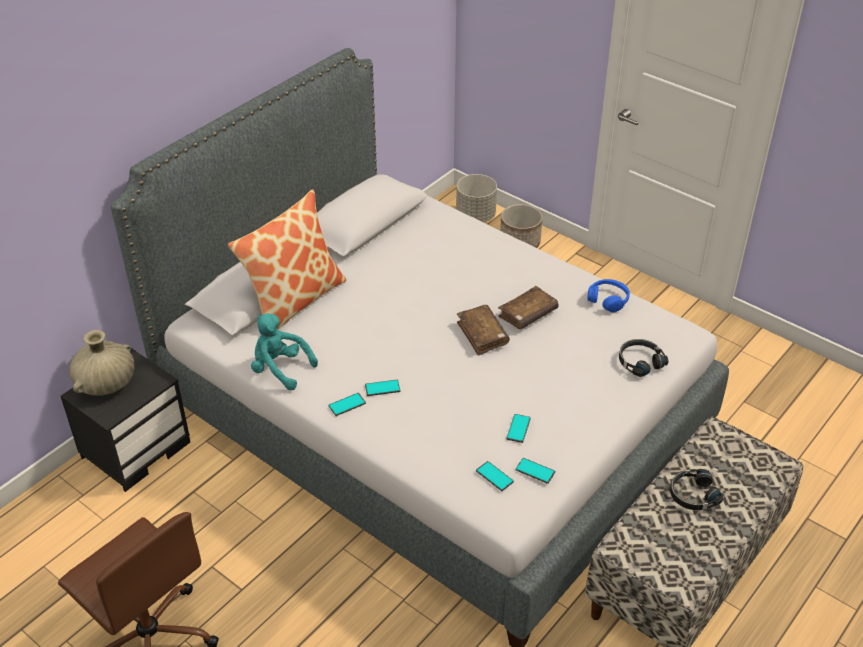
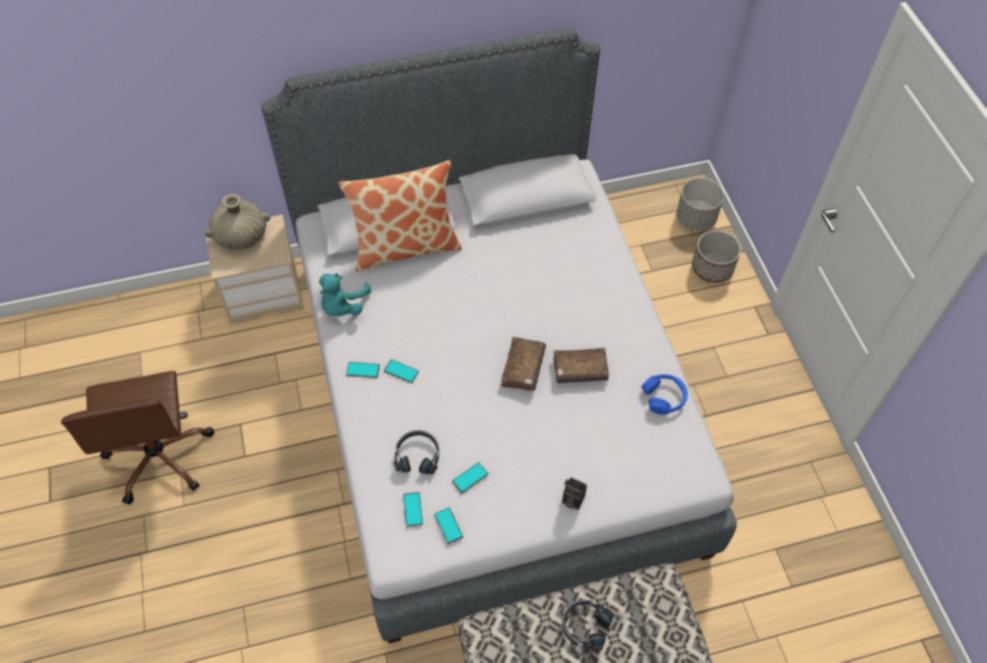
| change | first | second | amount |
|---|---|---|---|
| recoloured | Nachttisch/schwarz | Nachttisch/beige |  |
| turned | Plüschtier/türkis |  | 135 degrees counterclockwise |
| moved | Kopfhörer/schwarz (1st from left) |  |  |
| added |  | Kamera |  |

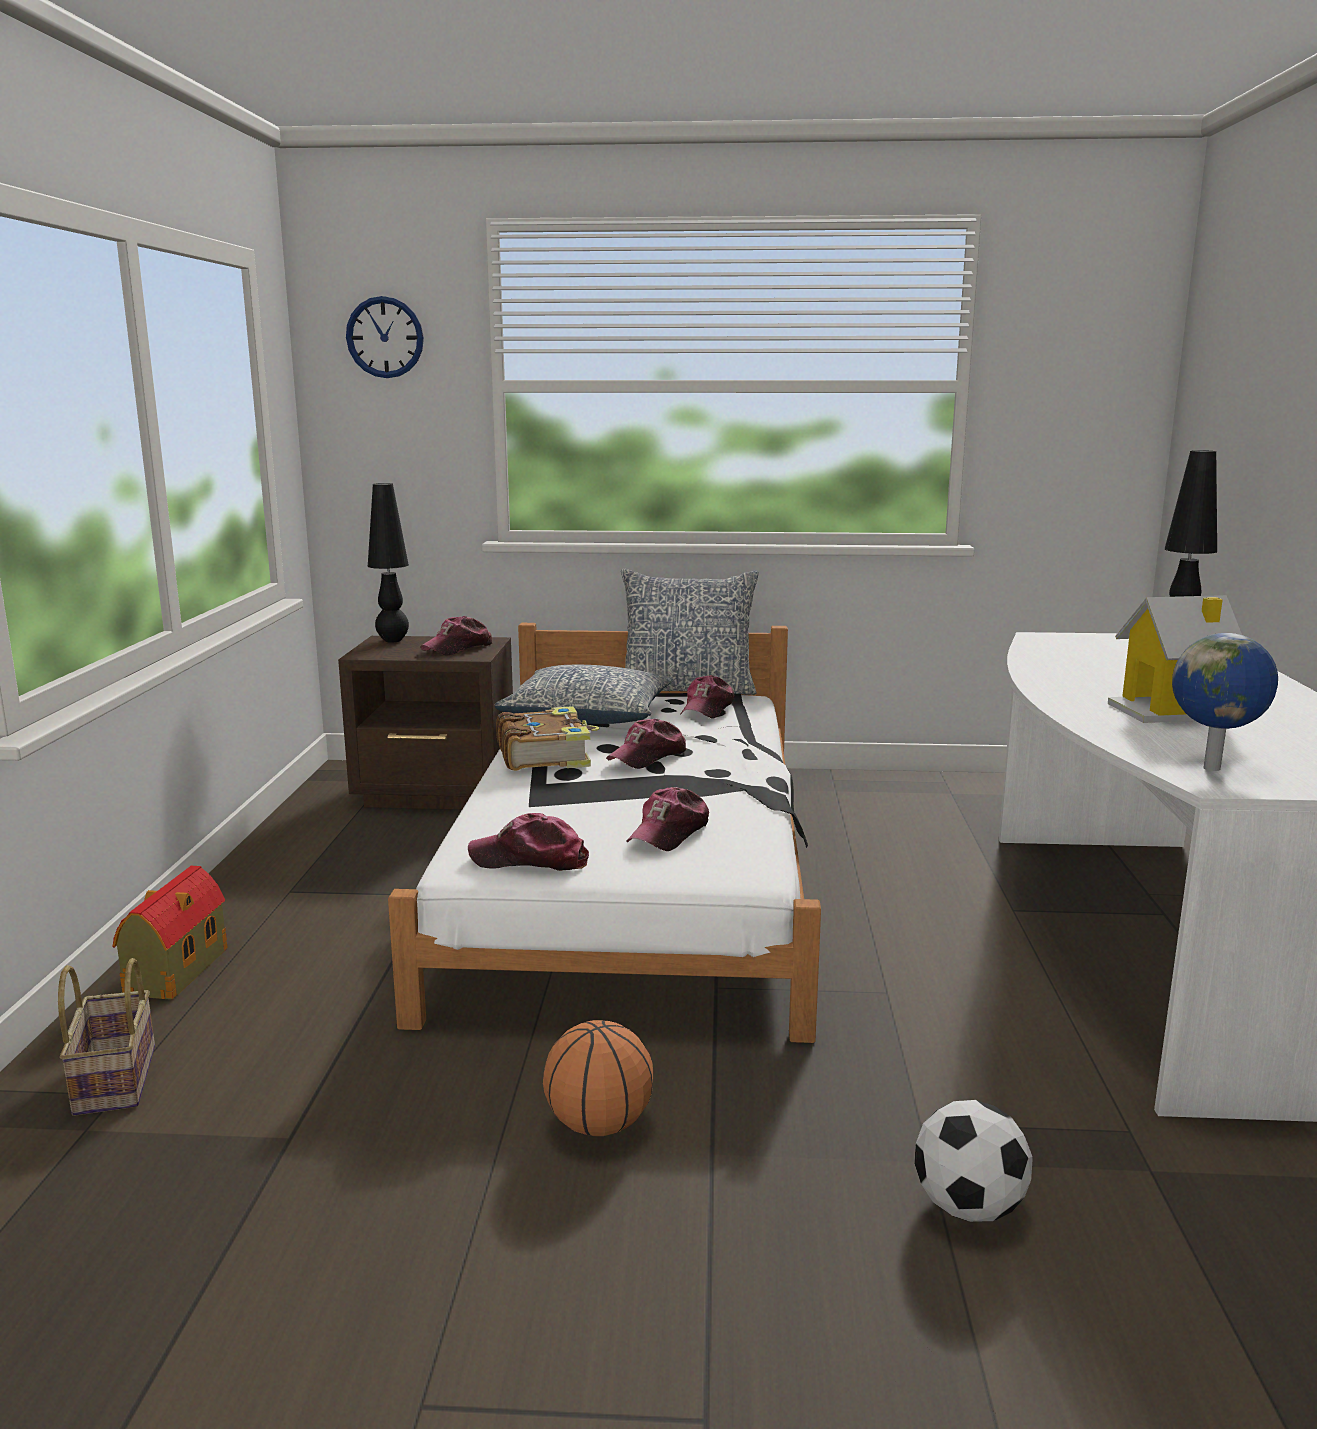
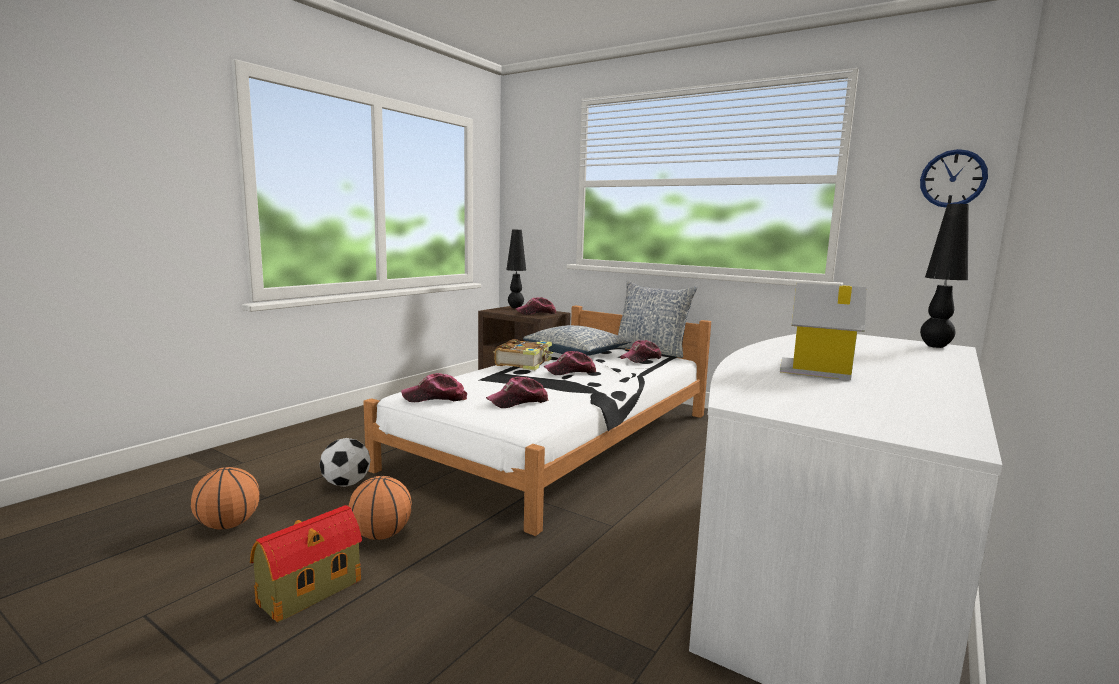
| change | first | second | amount |
|---|---|---|---|
| removed | Korb |  |  |
| moved | Spielzeughaus (1st from left) |  |  |
| moved | Wanduhr |  |  |
| turned | Kappe (2nd from left in the first image) | Kappe (1st from left) | 45 degrees counterclockwise |
| moved | Fußball |  |  |
| removed | Globus |  |  |
| added |  | Basketball (1st from left) |  |

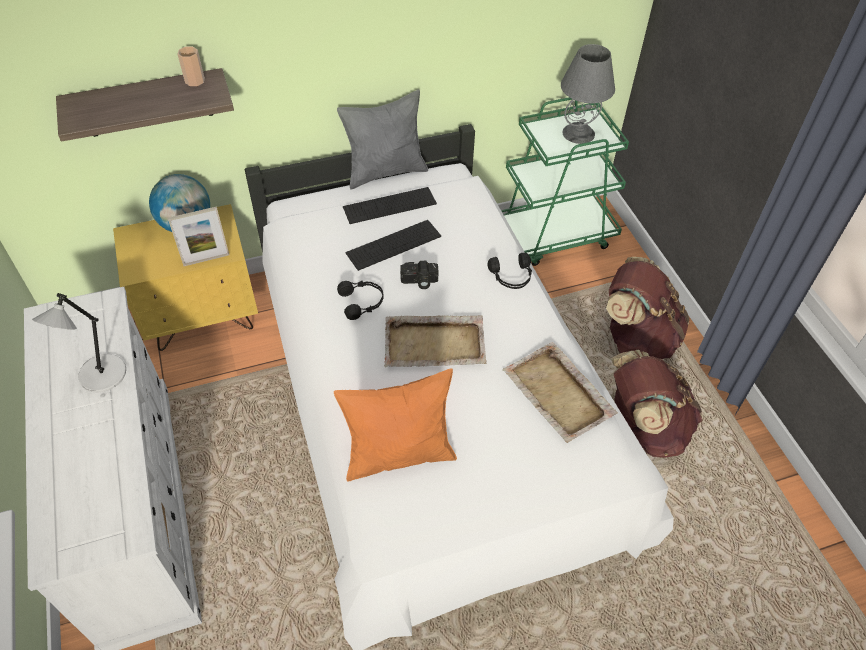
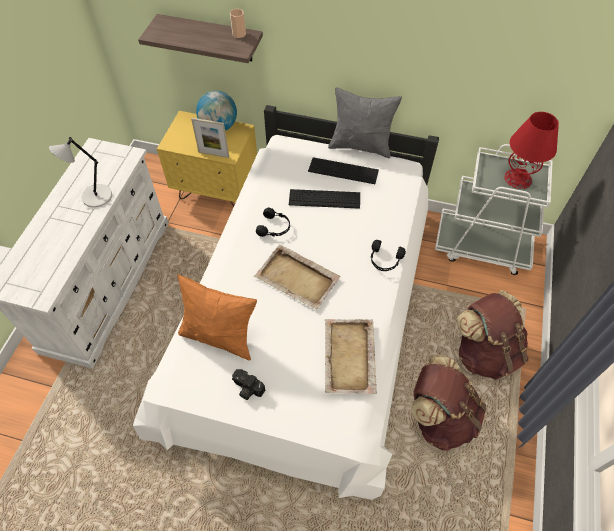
| change | first | second | amount |
|---|---|---|---|
| moved | Kamera |  |  |
| recoloured | Rollwagen/grün | Rollwagen/weiß |  |
| recoloured | Tischlampe/grau (2nd from left) | Tischlampe/rot |  |

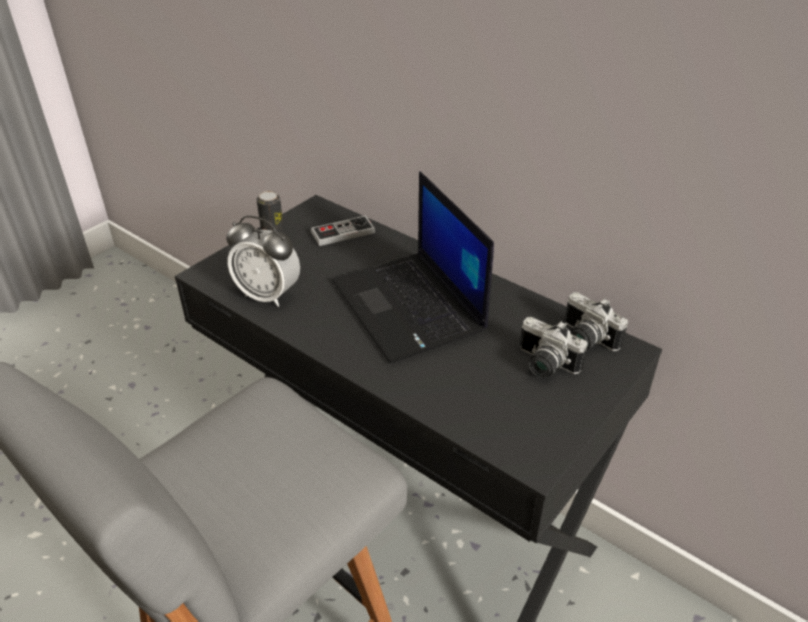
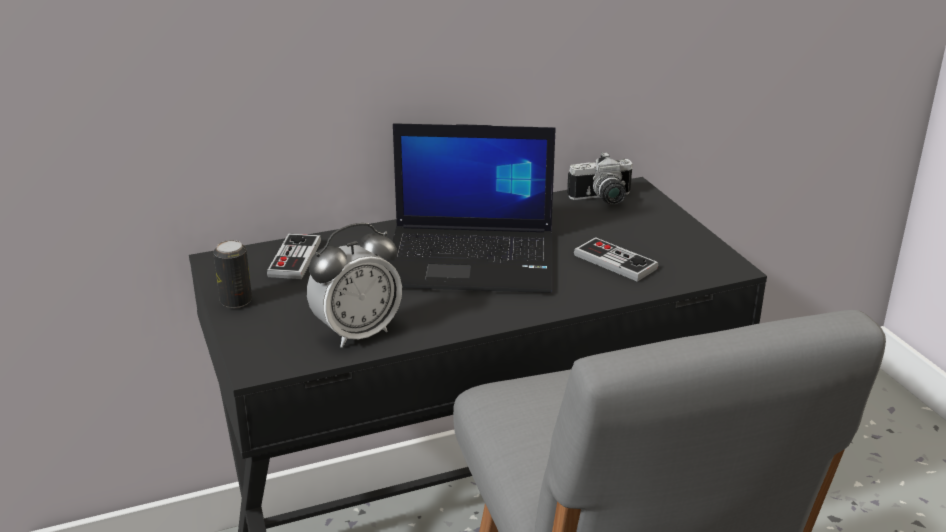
| change | first | second | amount |
|---|---|---|---|
| removed | Kamera (1st from left) |  |  |
| added |  | Gamepad (2nd from left) |  |

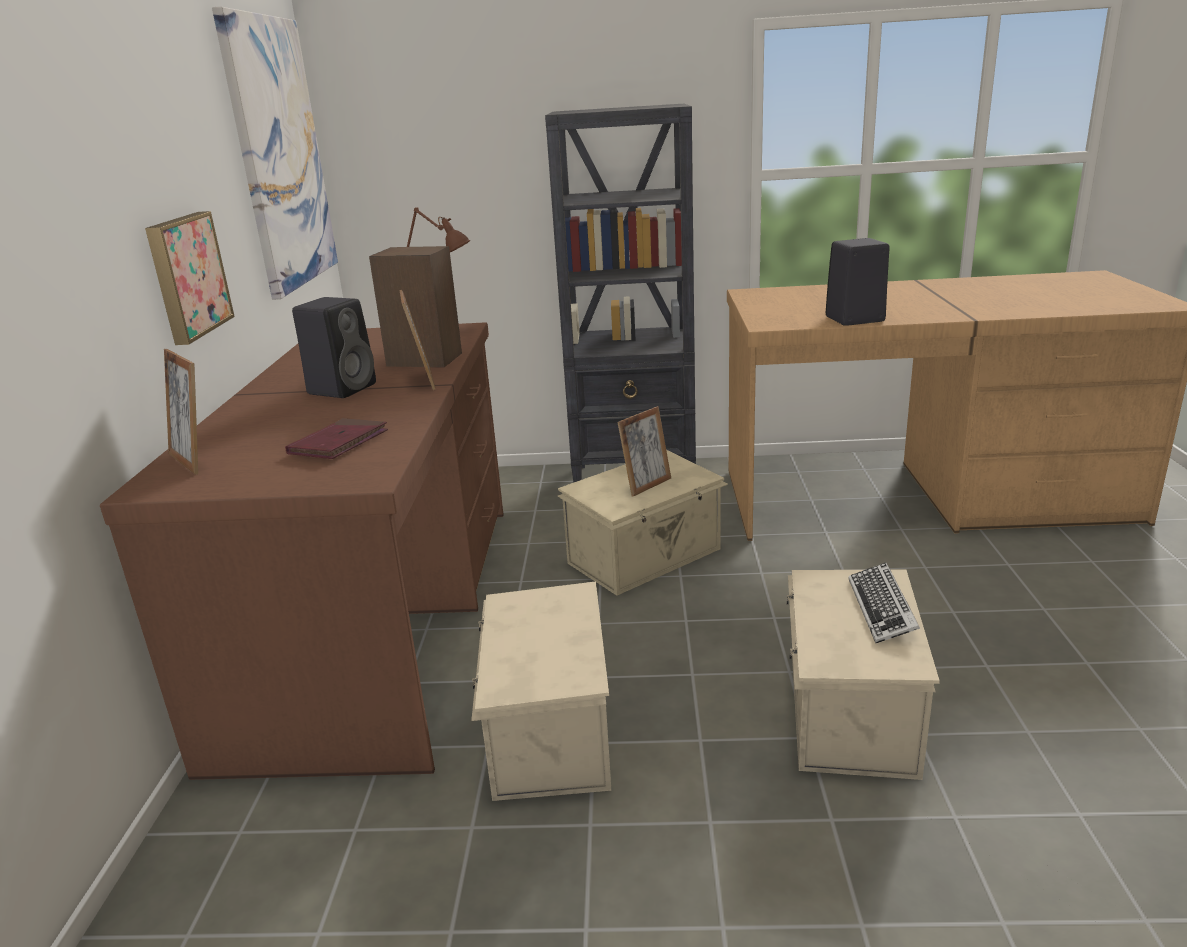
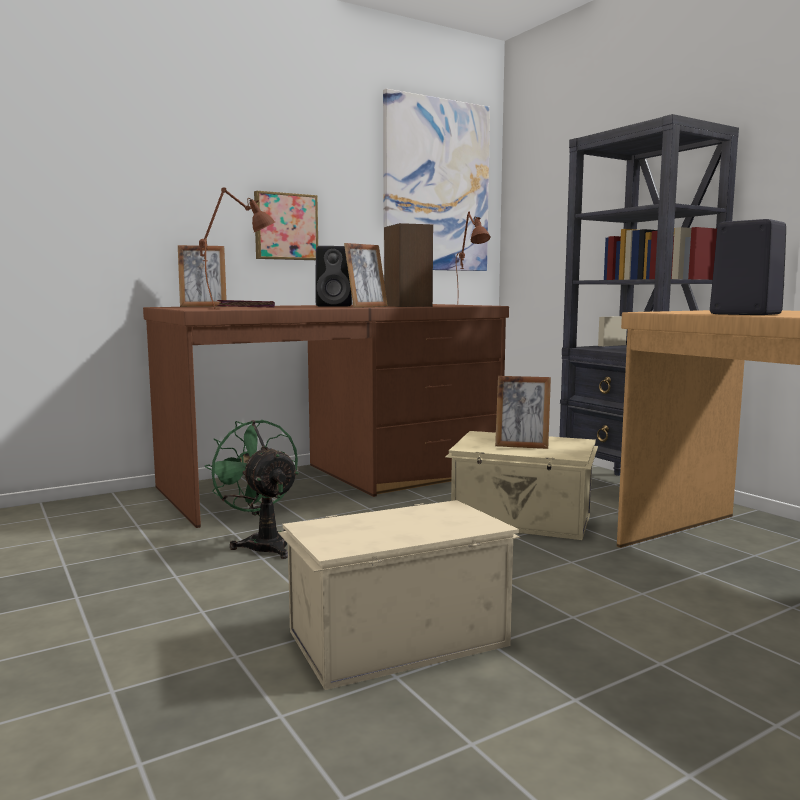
| change | first | second | amount |
|---|---|---|---|
| turned | Bilderrahmen (1st from left) |  | 120 degrees counterclockwise |
| replaced | Aufbewahrungsbox/beige (1st from left) | Ventilator/grün |  |
| removed | Tastatur |  |  |
| added |  | Tischlampe/braun (1st from left) |  |

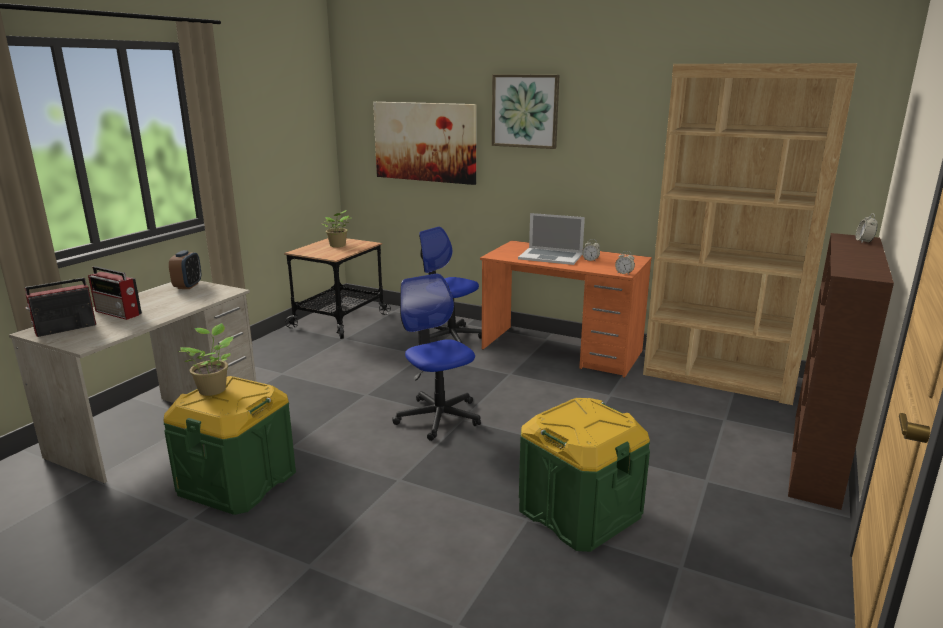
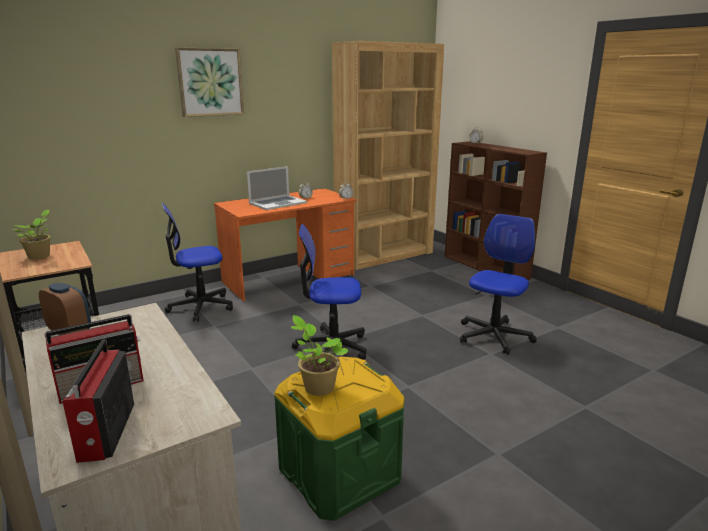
| change | first | second | amount |
|---|---|---|---|
| removed | Bild (1st from left) |  |  |
| replaced | Aufbewahrungsbox/grün (2nd from left) | Bürostuhl (3rd from left) |  |

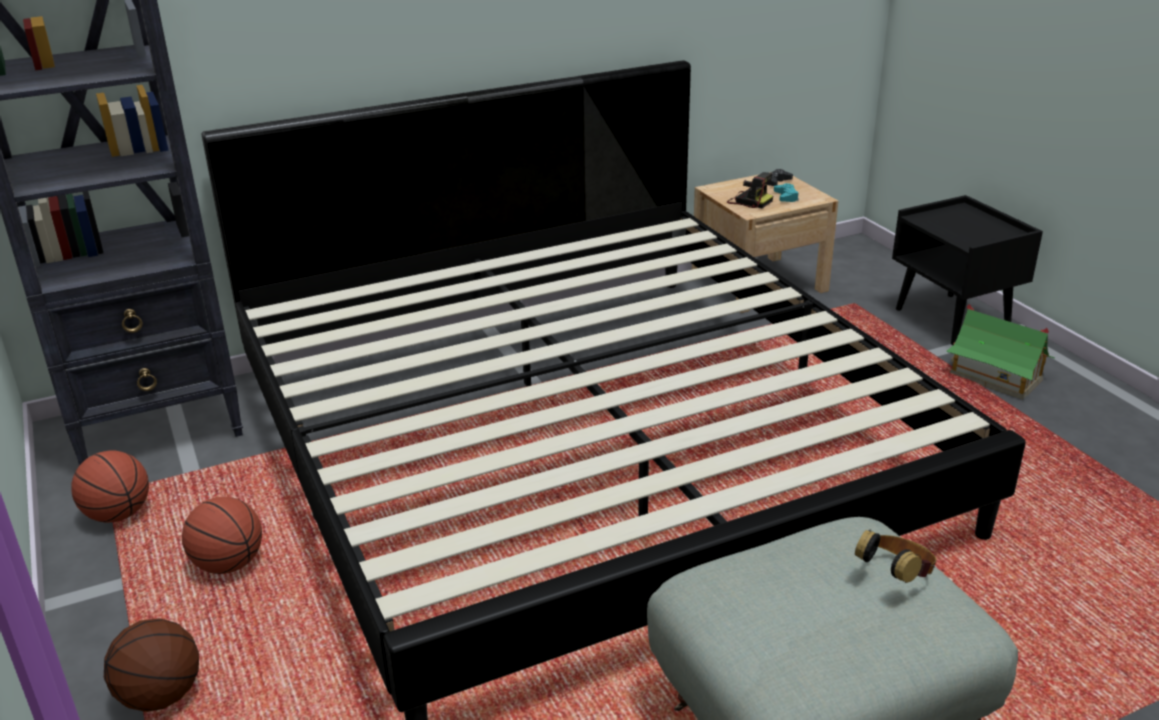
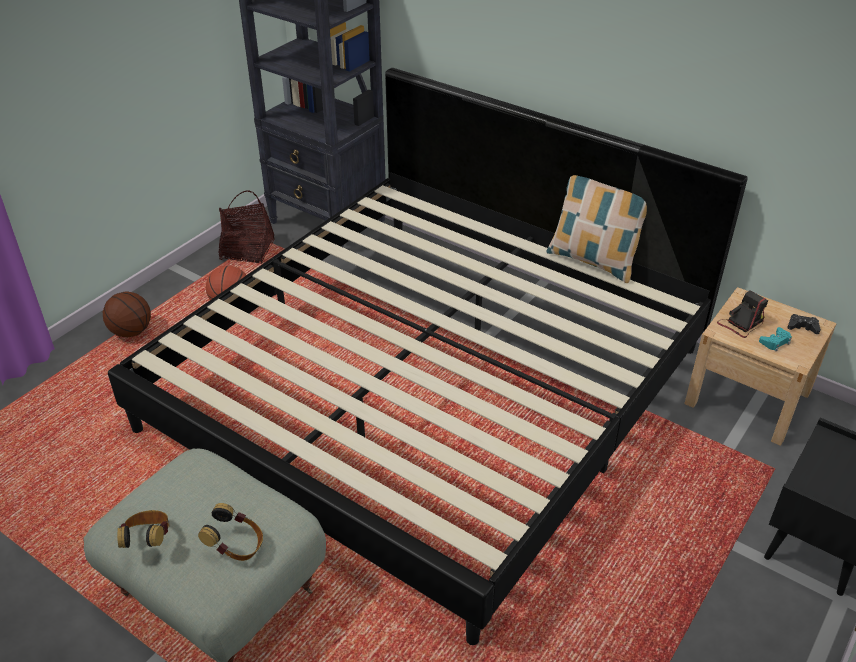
| change | first | second | amount |
|---|---|---|---|
| replaced | Basketball (1st from left) | Korb |  |
| turned | Kamera |  | 135 degrees counterclockwise |
| removed | Spielzeughaus |  |  |
| added |  | Kopfhörer (1st from left) |  |
| added |  | Kissen |  |

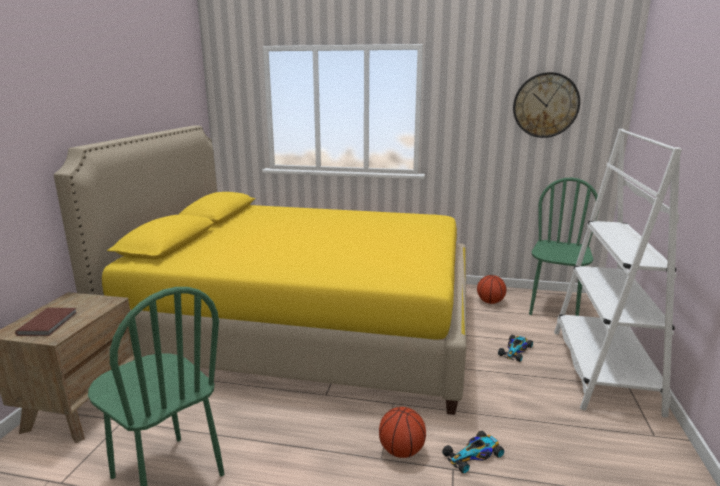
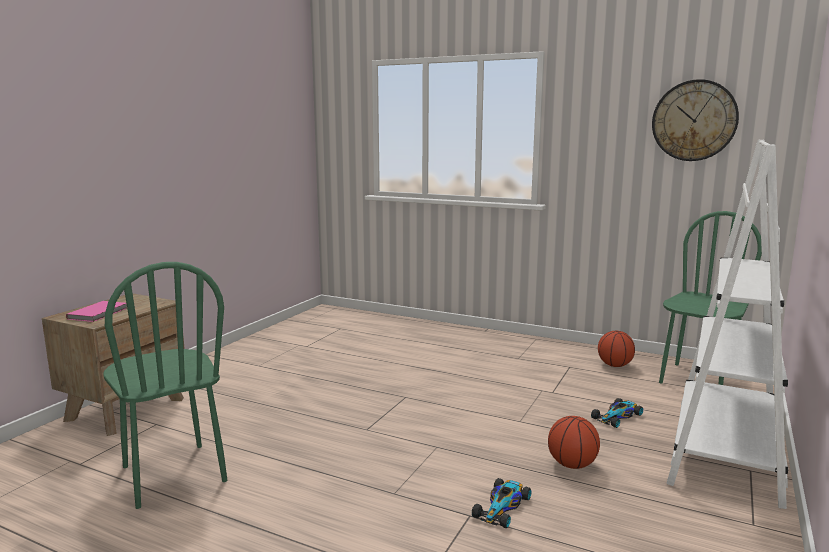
| change | first | second | amount |
|---|---|---|---|
| recoloured | Buch/braun | Buch/rosa |  |
| removed | Bett/gelb |  |  |
| moved | Basketball (1st from left) |  |  |
| turned | Spielzeugauto (1st from left) |  | 45 degrees counterclockwise |

